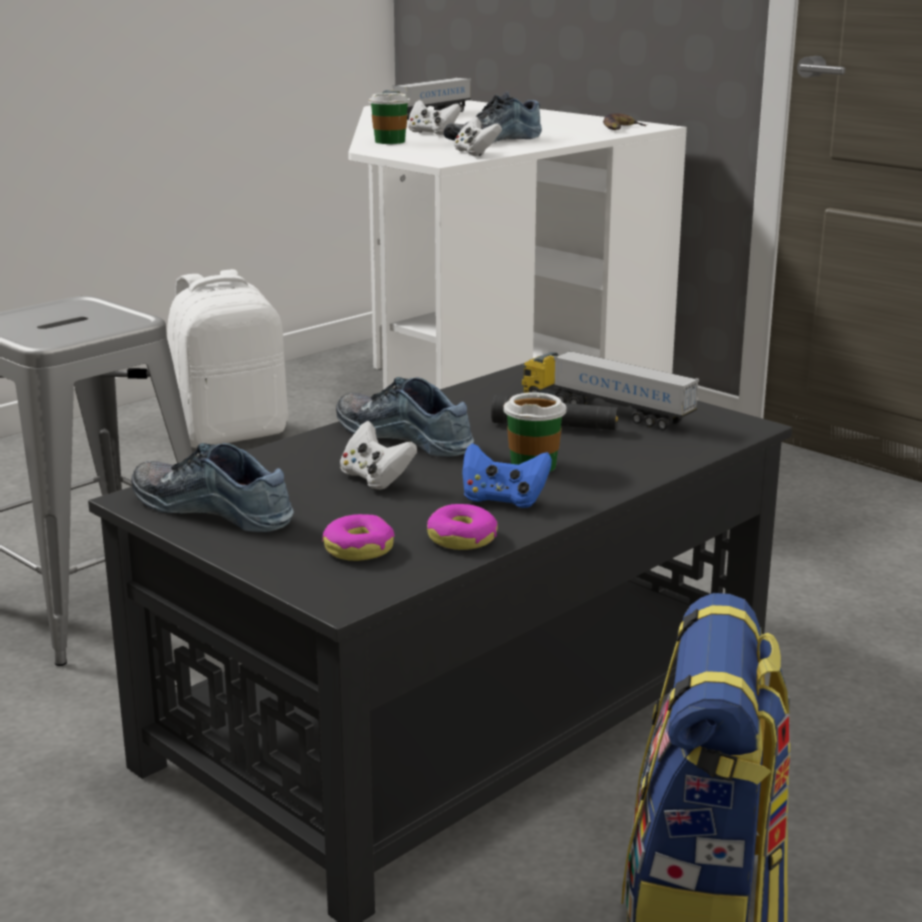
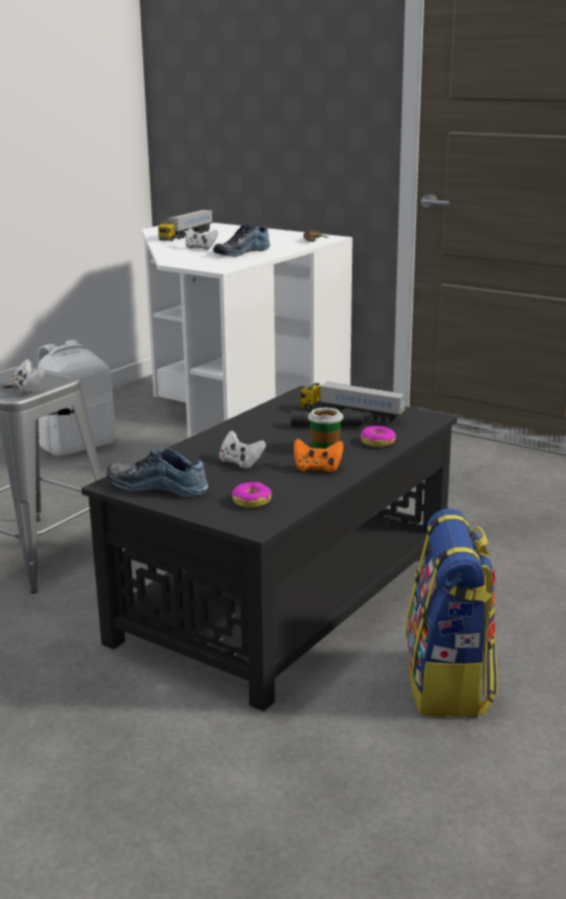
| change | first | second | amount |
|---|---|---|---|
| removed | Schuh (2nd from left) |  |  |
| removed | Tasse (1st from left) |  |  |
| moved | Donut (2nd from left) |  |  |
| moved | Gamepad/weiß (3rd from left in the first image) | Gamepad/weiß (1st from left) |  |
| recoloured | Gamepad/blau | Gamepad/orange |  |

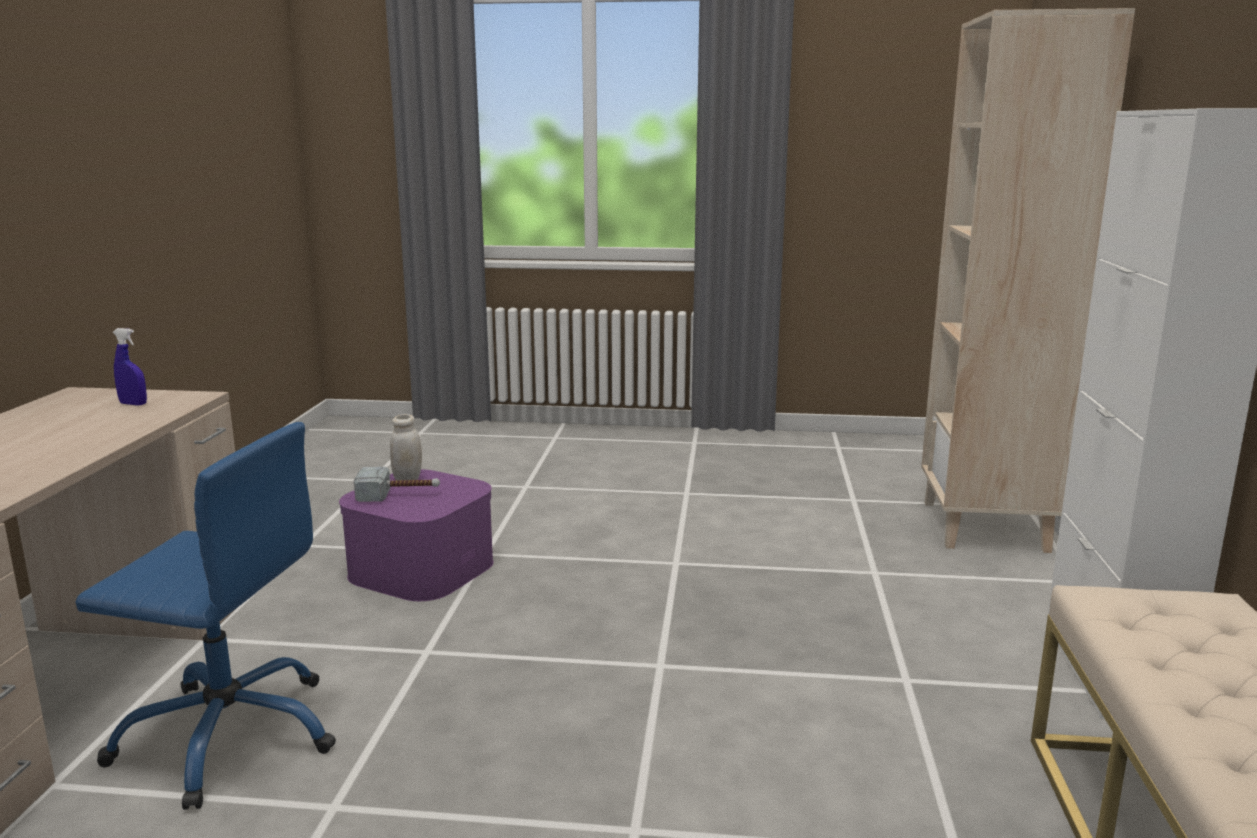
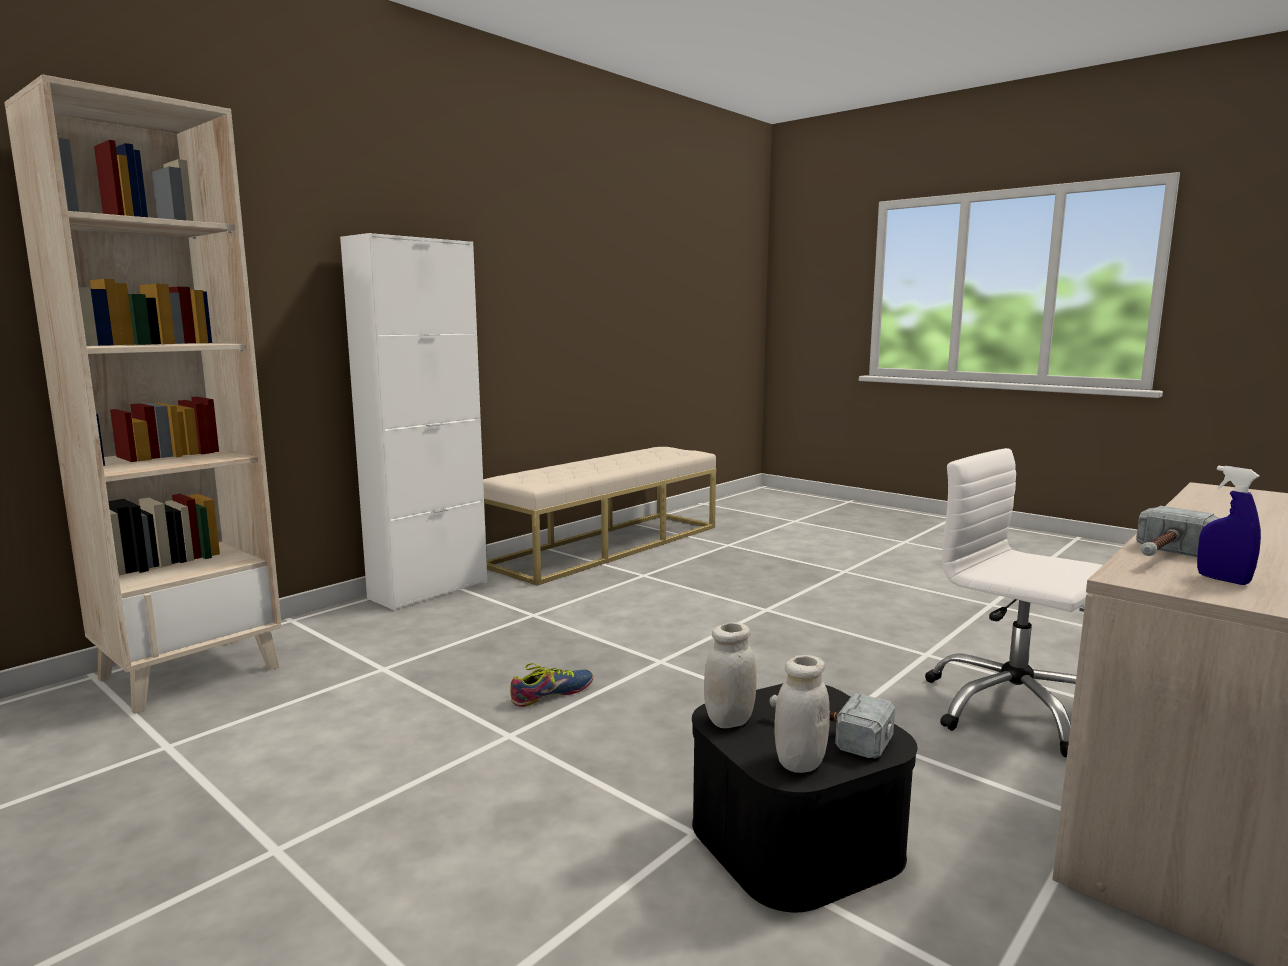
| change | first | second | amount |
|---|---|---|---|
| recoloured | Bürostuhl/blau | Bürostuhl/weiß |  |
| recoloured | Aufbewahrungsbox/lila | Aufbewahrungsbox/schwarz |  |
| added |  | Schuh |  |
| added |  | Vorratsglas/weiß (1st from left) |  |
| added |  | Hammer (2nd from left) |  |

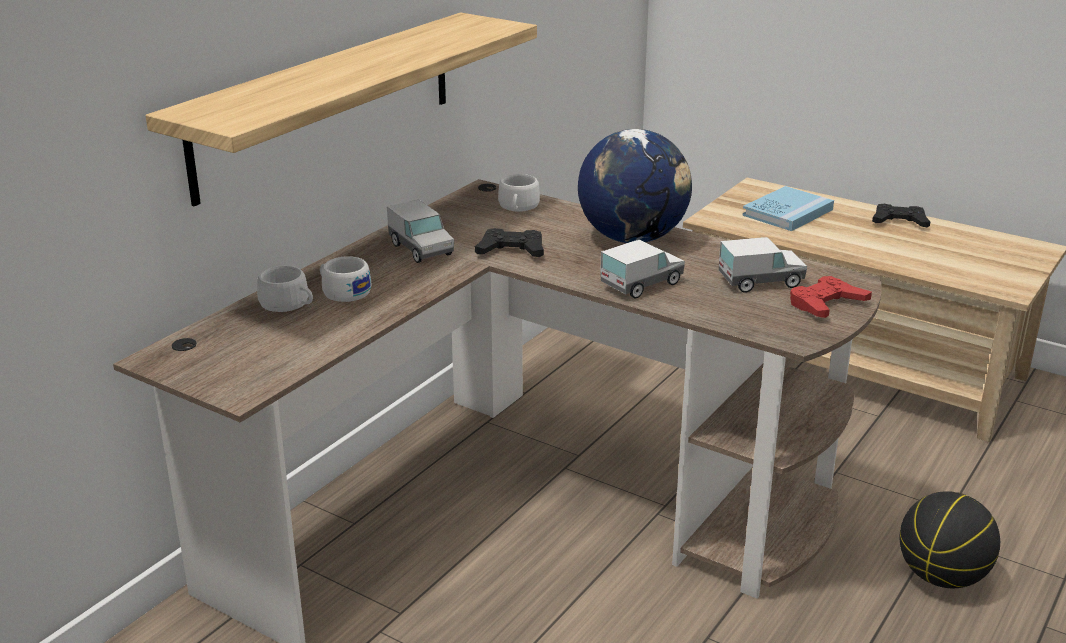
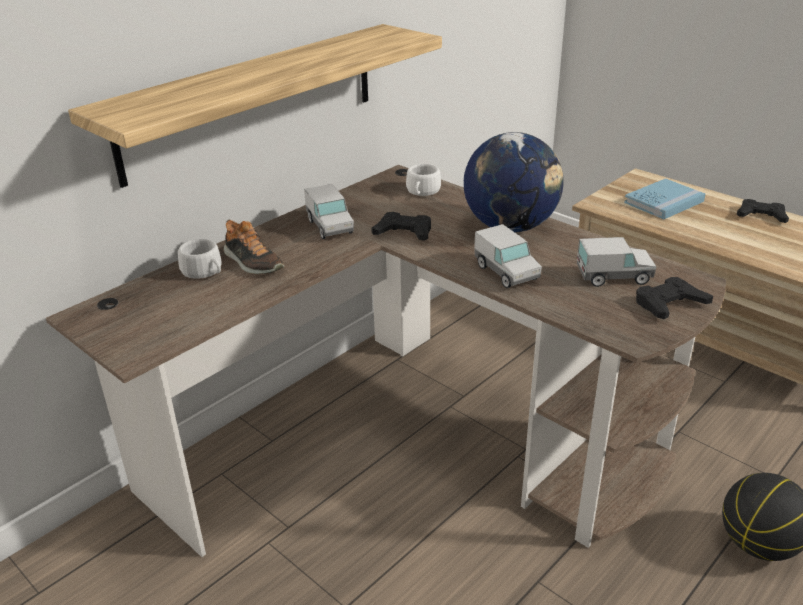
| change | first | second | amount |
|---|---|---|---|
| replaced | Tasse/weiß (2nd from left) | Schuh |  |
| turned | Spielzeuglaster (2nd from left) |  | 90 degrees clockwise |
| recoloured | Gamepad/rot | Gamepad/schwarz (2nd from left) |  |

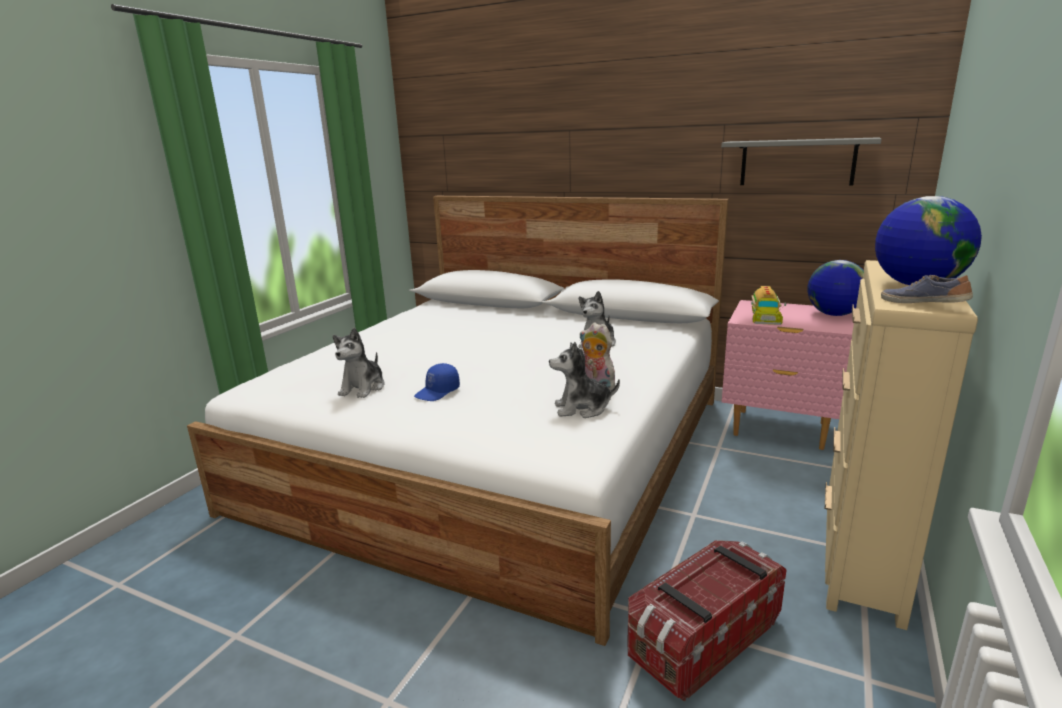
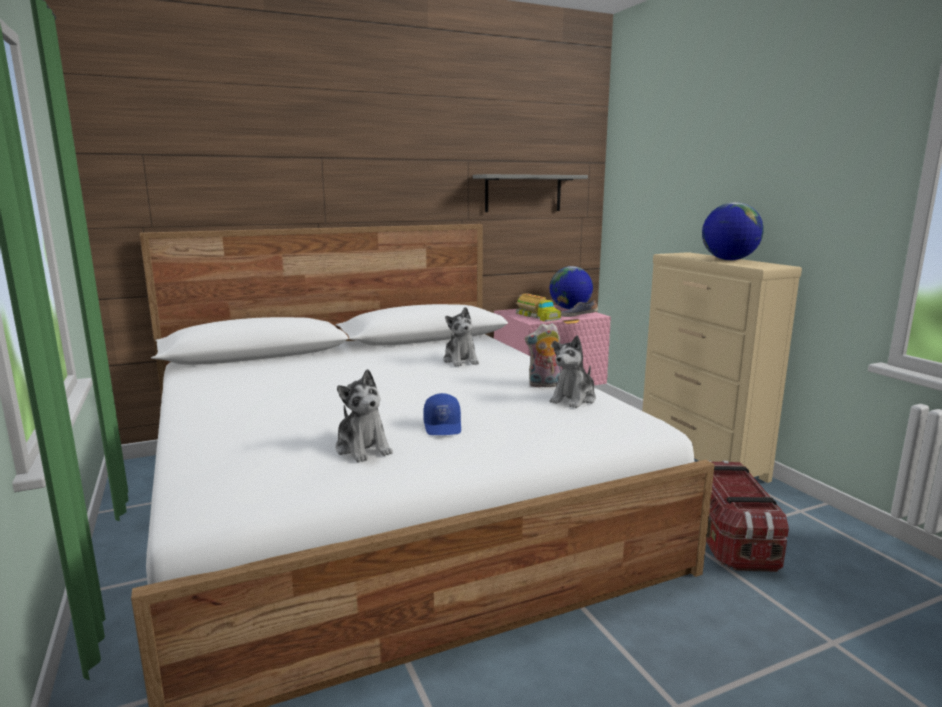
| change | first | second | amount |
|---|---|---|---|
| moved | Schuh |  |  |

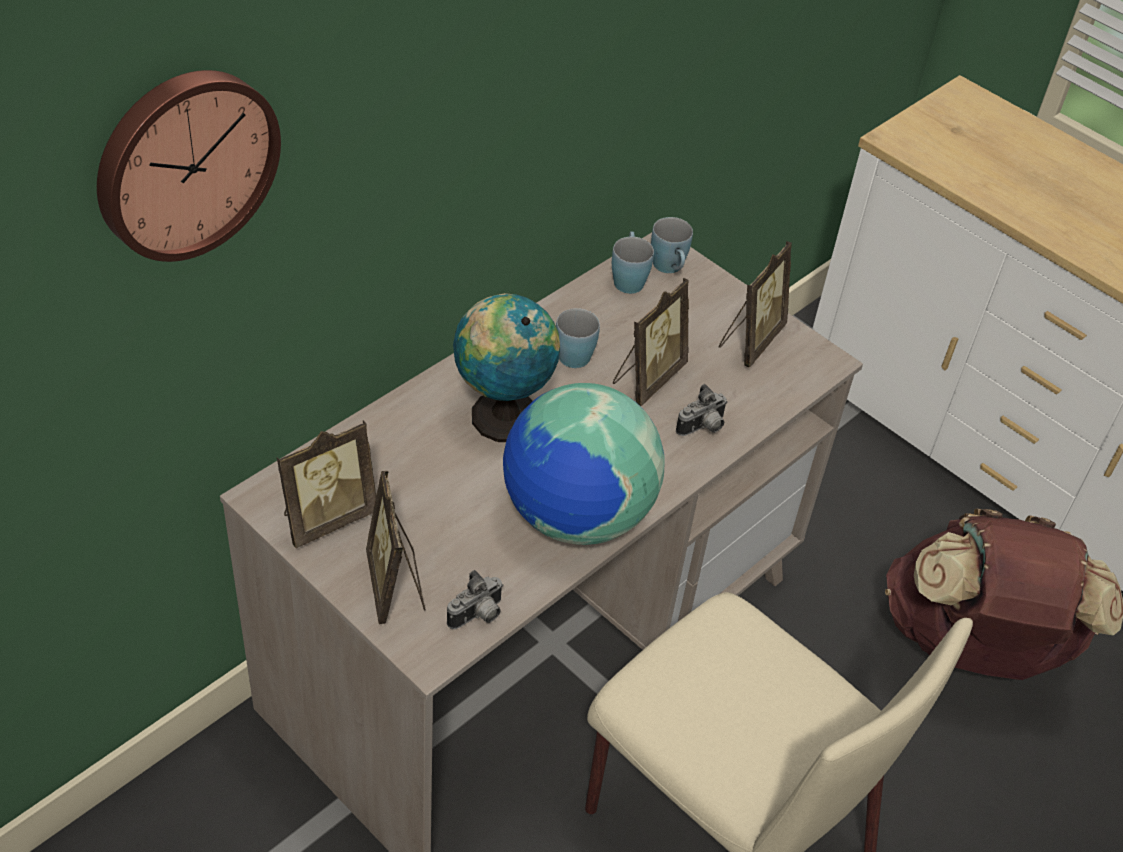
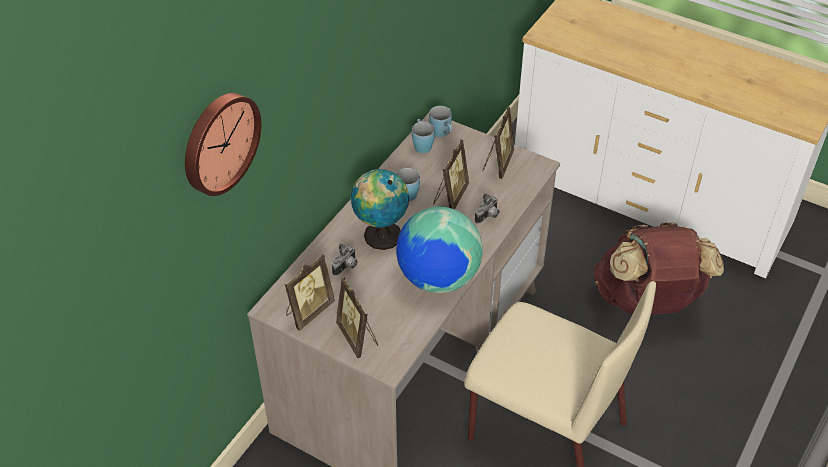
| change | first | second | amount |
|---|---|---|---|
| moved | Kamera (1st from left) |  |  |

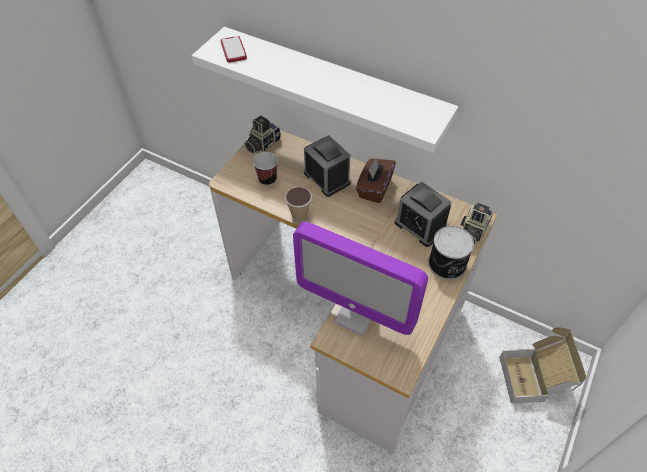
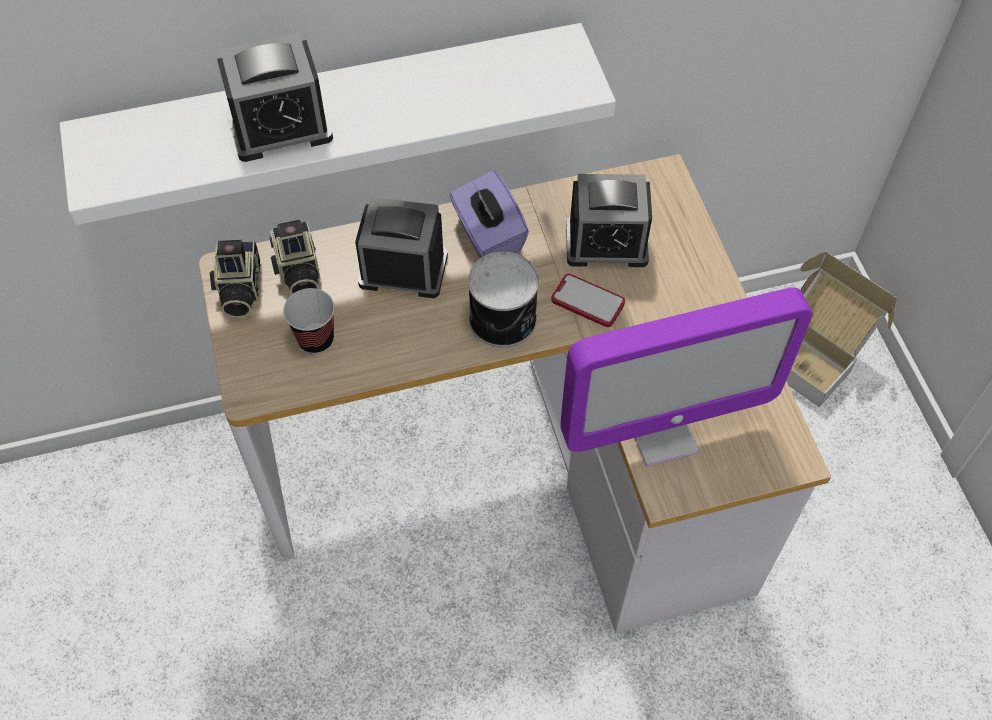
| change | first | second | amount |
|---|---|---|---|
| moved | Handy |  |  |
| removed | Tasse (2nd from left) |  |  |
| recoloured | Taschentuchbox/braun | Taschentuchbox/lila |  |
| moved | Dose |  |  |
| moved | Kamera (2nd from left) |  |  |
| added |  | Wecker (1st from left) |  |

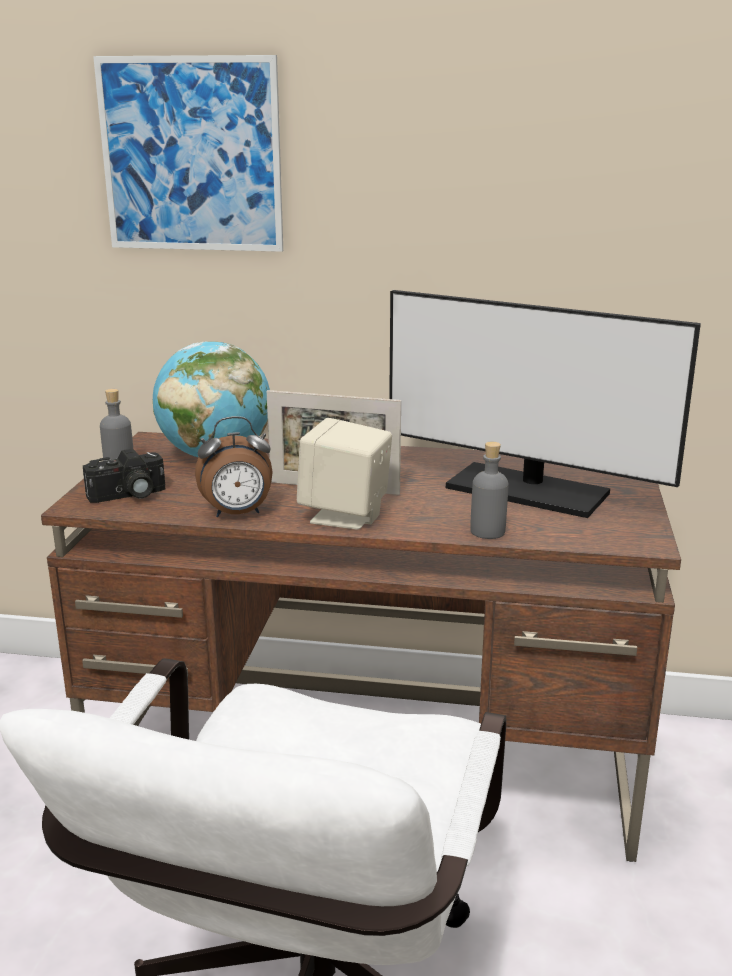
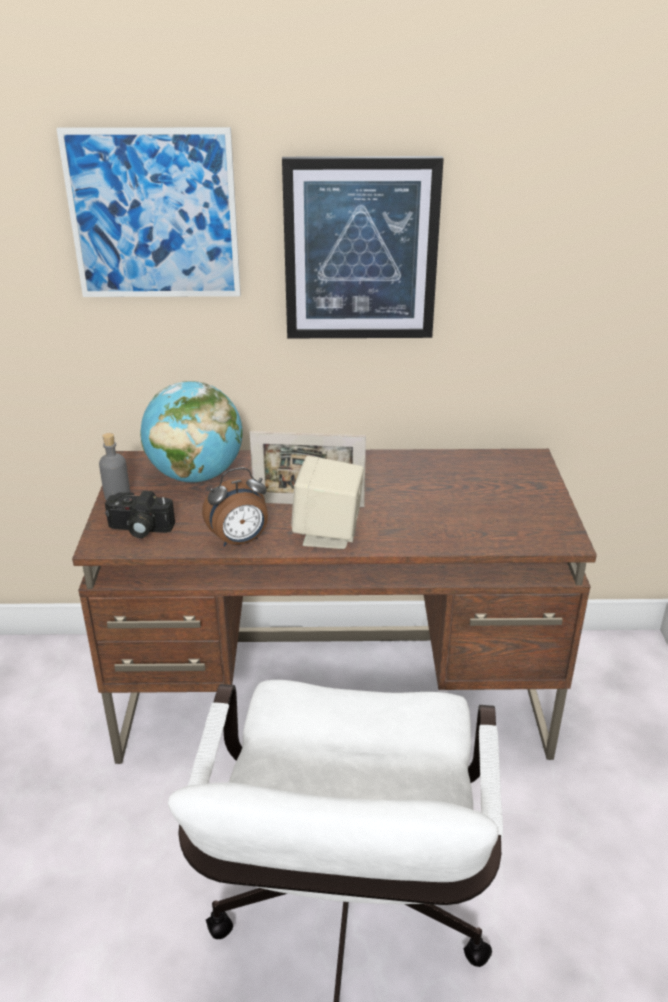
| change | first | second | amount |
|---|---|---|---|
| turned | Kamera |  | 45 degrees clockwise |
| removed | Monitor |  |  |
| removed | Flasche/grau (2nd from left) |  |  |
| added |  | Bild (2nd from left) |  |

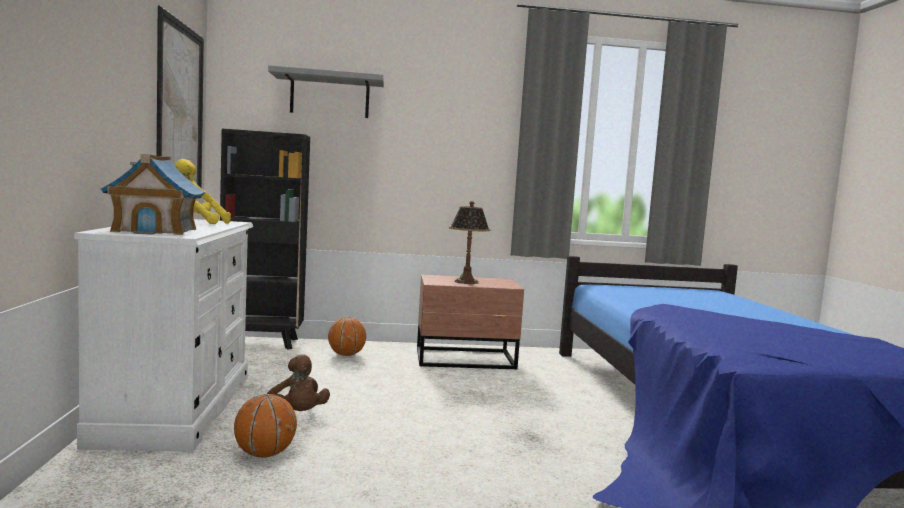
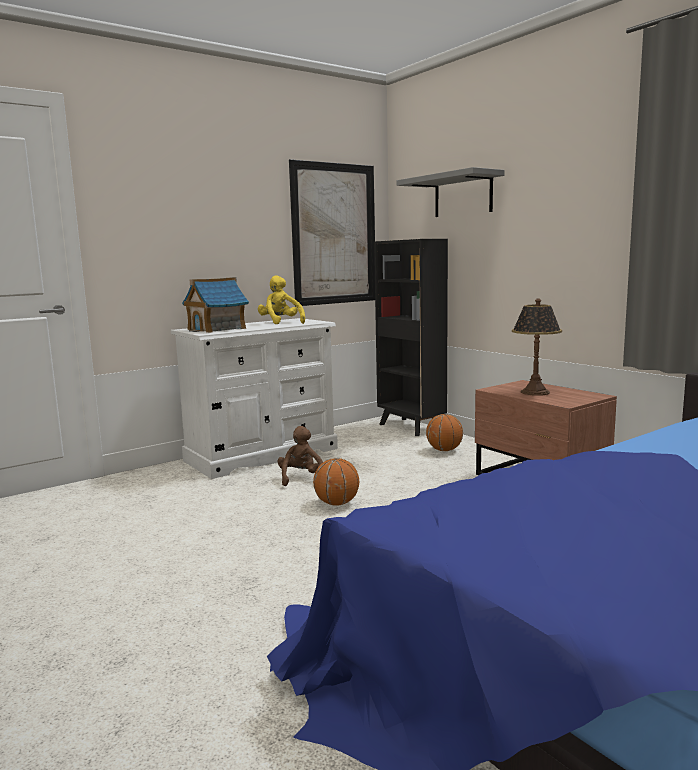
| change | first | second | amount |
|---|---|---|---|
| moved | Basketball (1st from left) |  |  |
| turned | Plüschtier/braun |  | 150 degrees clockwise |

